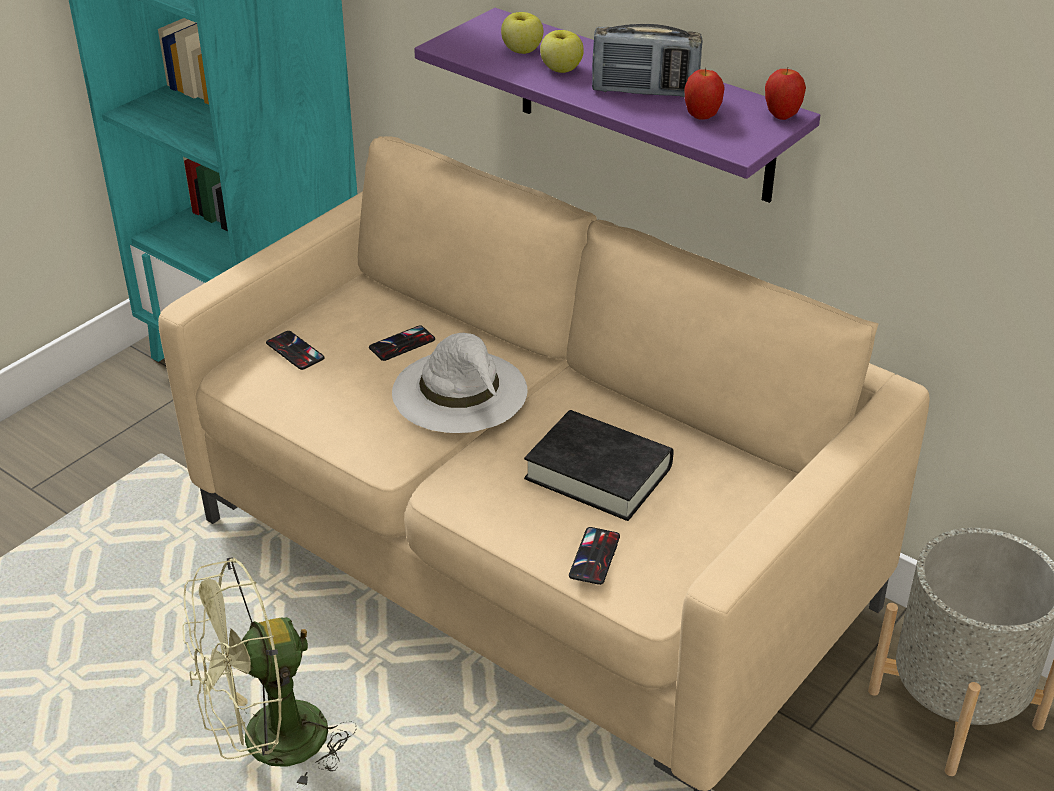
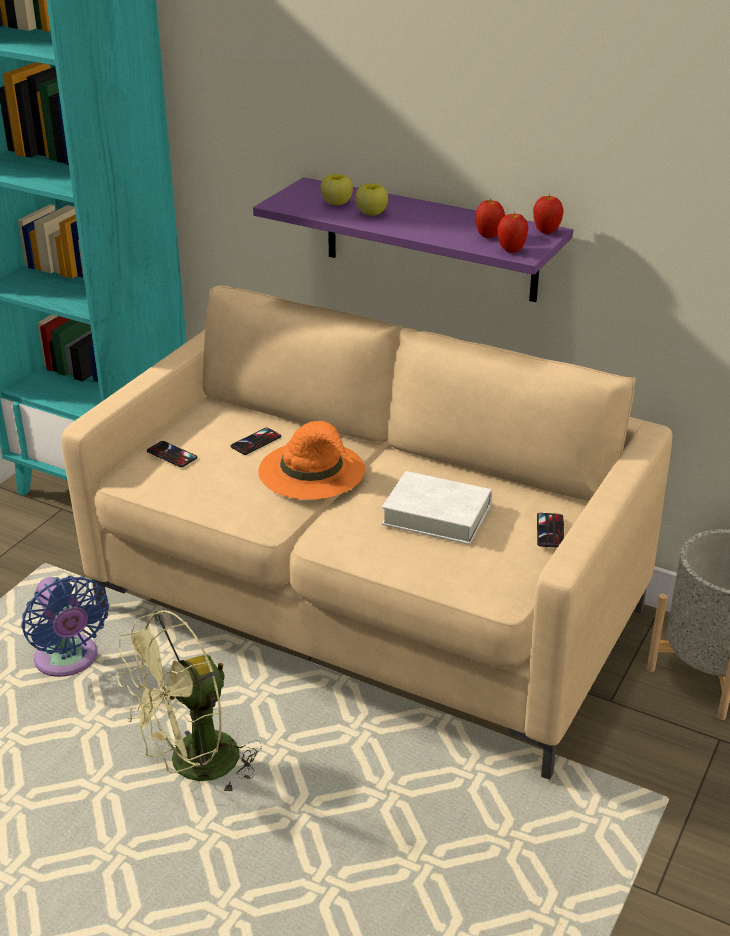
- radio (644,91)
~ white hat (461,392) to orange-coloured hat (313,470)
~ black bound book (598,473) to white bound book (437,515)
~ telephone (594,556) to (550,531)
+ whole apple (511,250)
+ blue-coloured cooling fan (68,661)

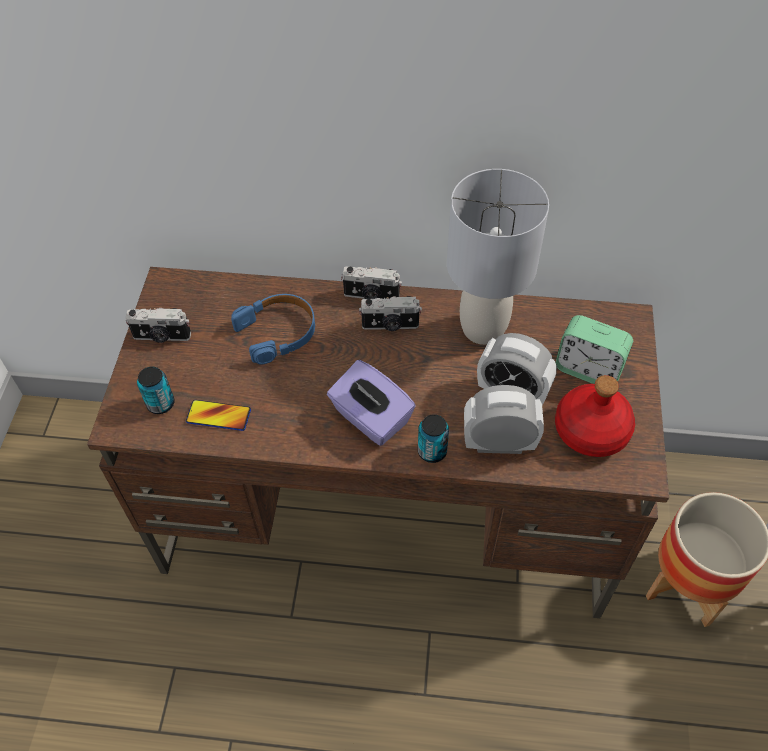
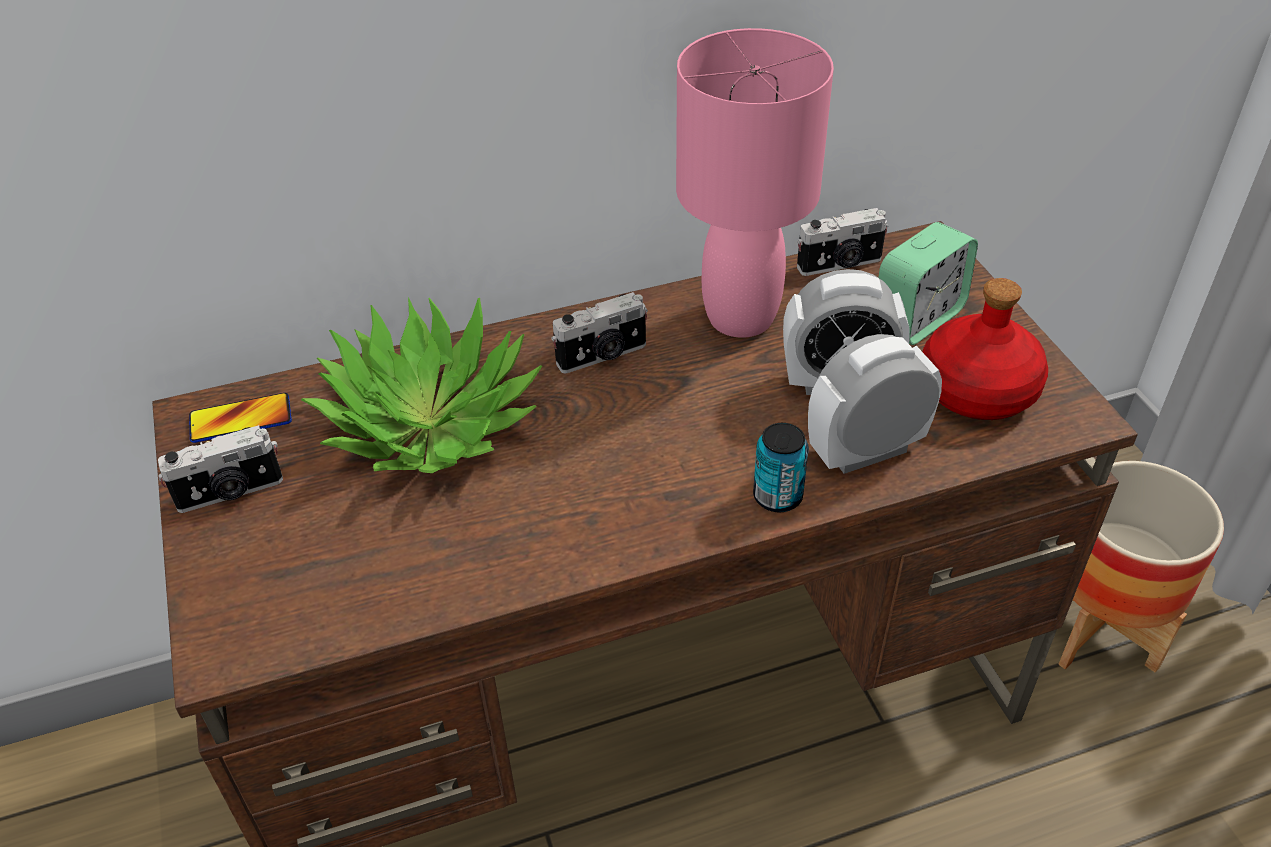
~ gray lamp for a table (483,328) to pink-coloured lamp for a table (741,316)
~ still camera (371,296) to (840,265)
~ blue-coloured headphones (278,332) to plant in a pot (430,421)
~ alarm clock (588,369) = (918,319) 45 degrees counterclockwise
- purplish tissue box (370,418)
- sealed can (160,404)
~ telephone (218,416) to (241,419)

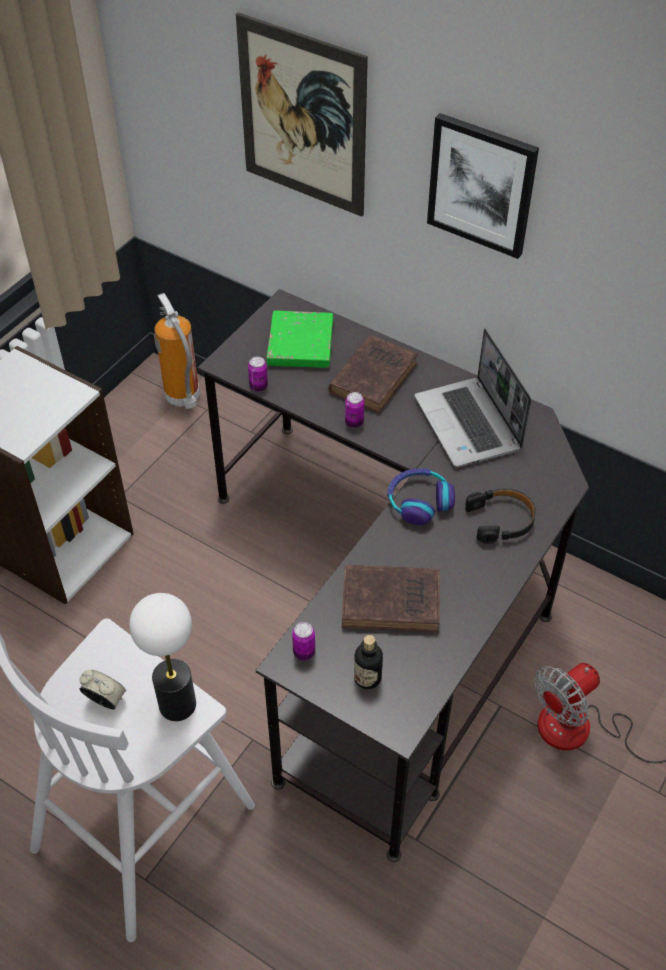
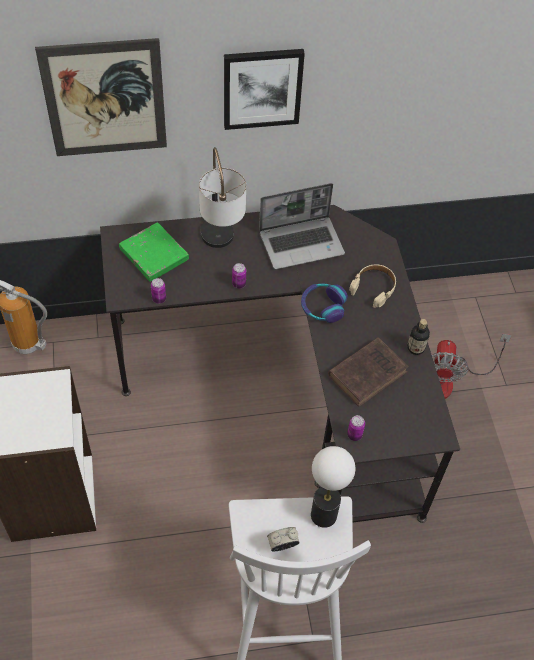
~ laptop (469,424) = (302,243) 45 degrees counterclockwise
~ brownish bound book (374,376) to lamp for a table (220,247)
~ black headphones (501,520) to beige headphones (374,288)
~ bottle (367,678) to (415,348)

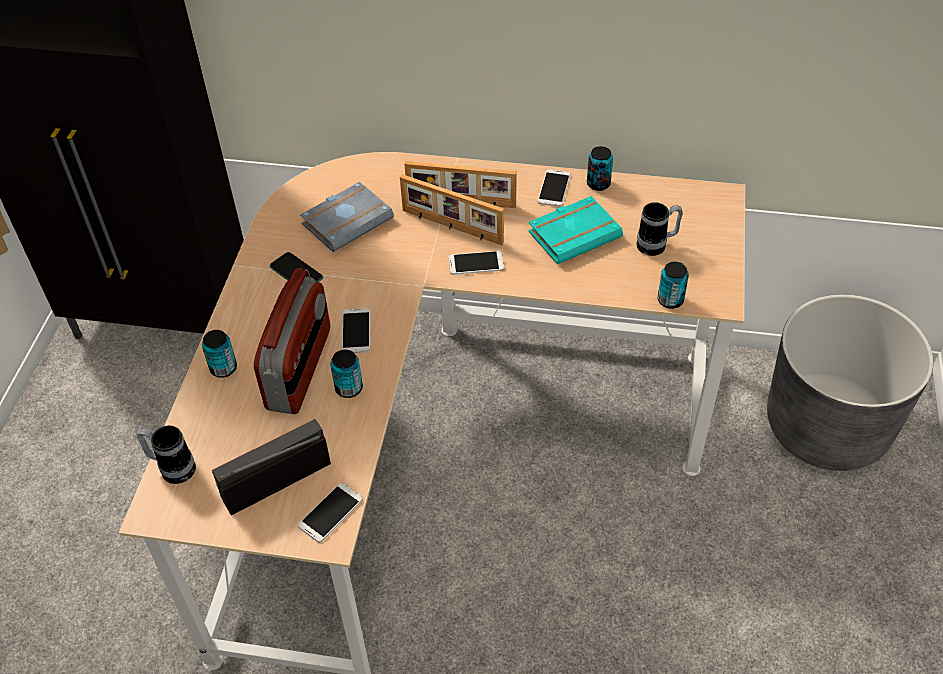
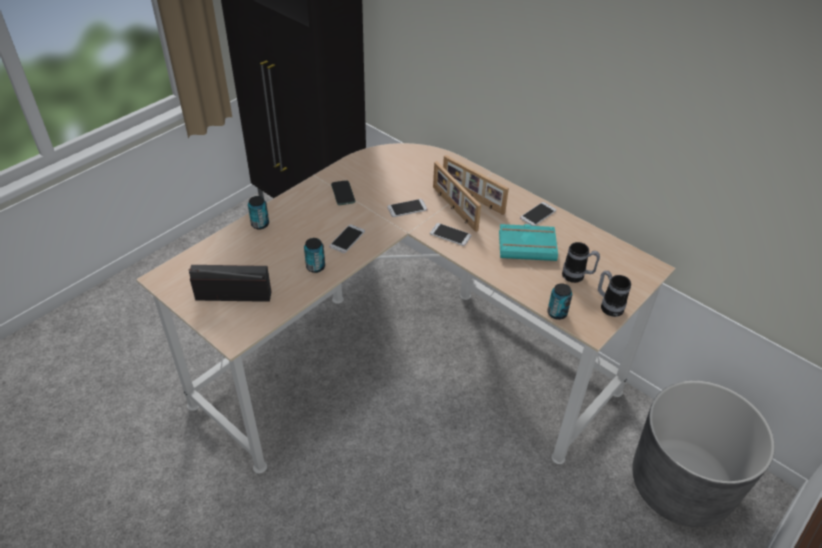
- sealed can (598,184)
- gray bound book (347,220)
- radio (300,369)
~ mug (172,468) to (608,306)
~ telephone (331,512) to (407,208)

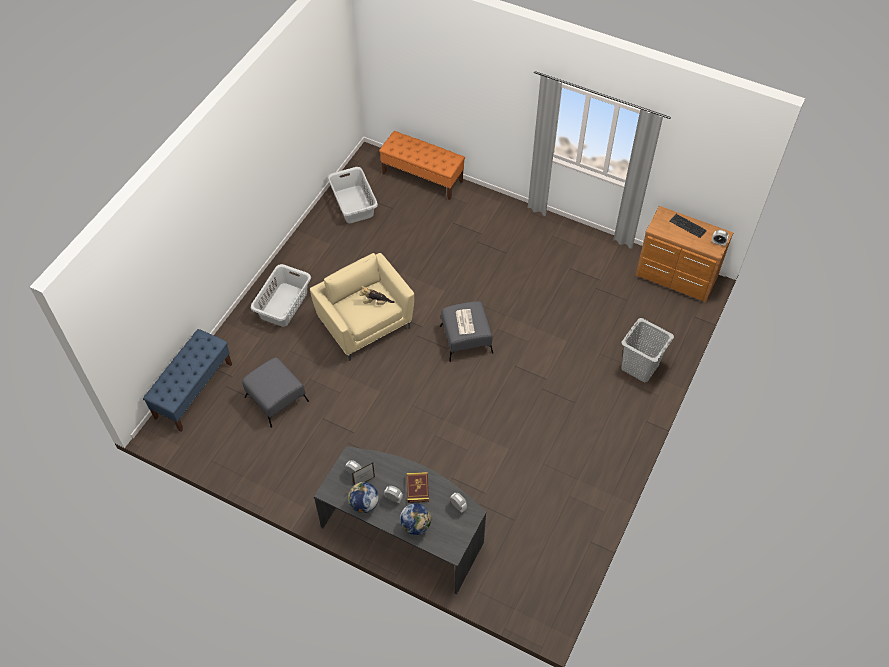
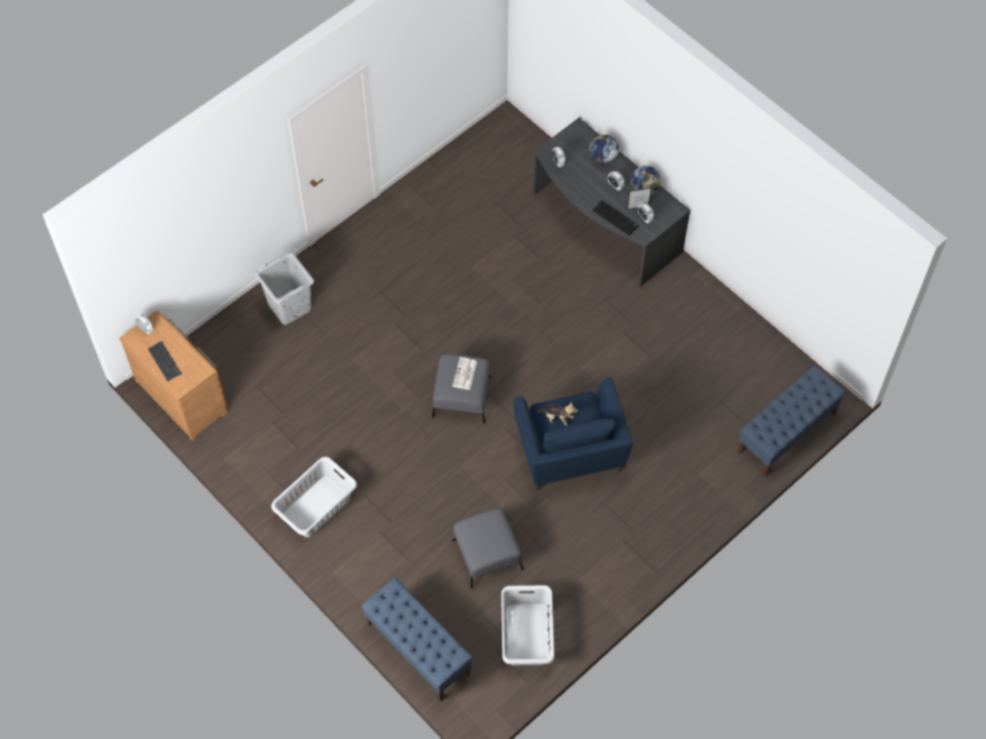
~ orange-coloured indoor bench (422,177) to blue-coloured indoor bench (418,649)
~ beige easy chair (365,324) to blue-coloured easy chair (570,453)
~ gray hamper (284,304) to (316,507)
~ gray footrest (276,398) to (487,555)
- bound book (417,488)
+ keyboard (616,218)

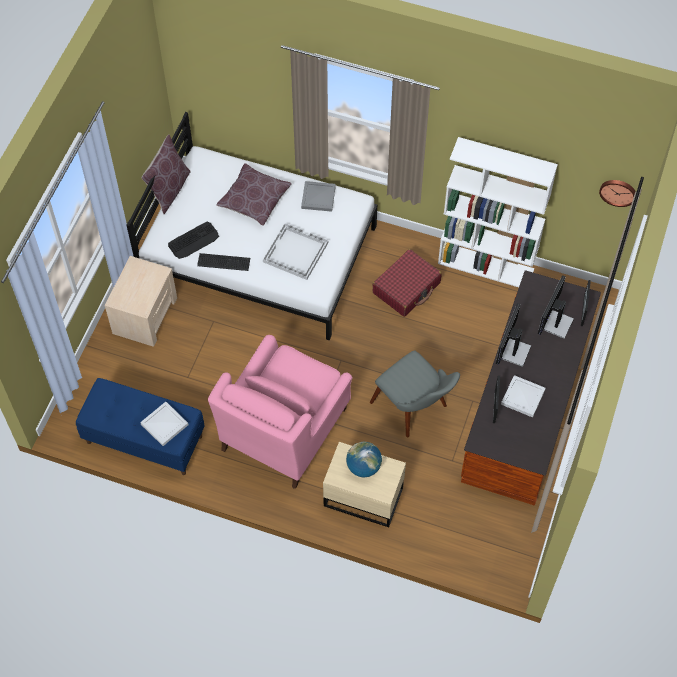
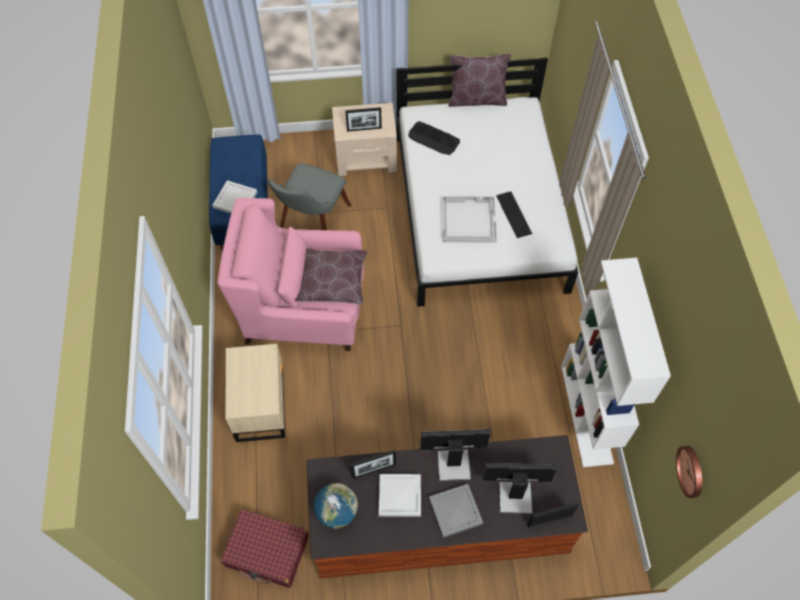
~ brownish pillow (254,200) to (332,282)
~ gray carrying tray (317,198) to (454,510)
~ red-coloured piece of luggage (406,288) to (267,551)
~ keyboard (223,261) to (514,213)
~ gray chair (415,409) to (311,222)
~ globe (363,467) to (337,511)
+ picture frame (364,129)

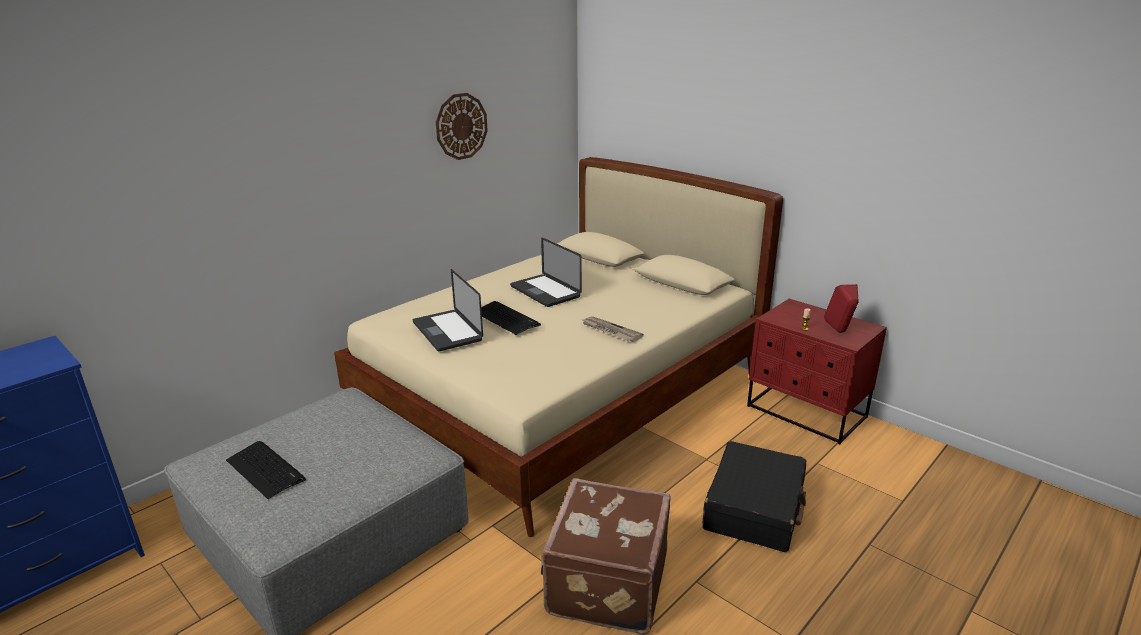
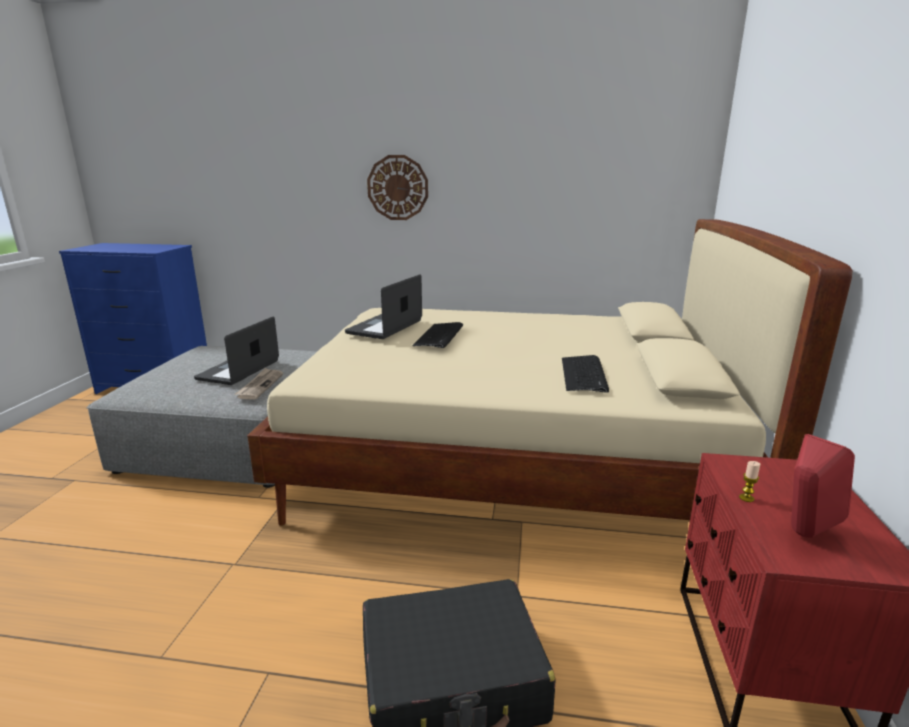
~ hanging clock (461,126) to (397,188)
~ laptop (545,291) to (239,370)
~ printed paper (610,331) to (260,385)
~ keyboard (265,470) to (584,375)
- brownish piece of luggage (605,583)

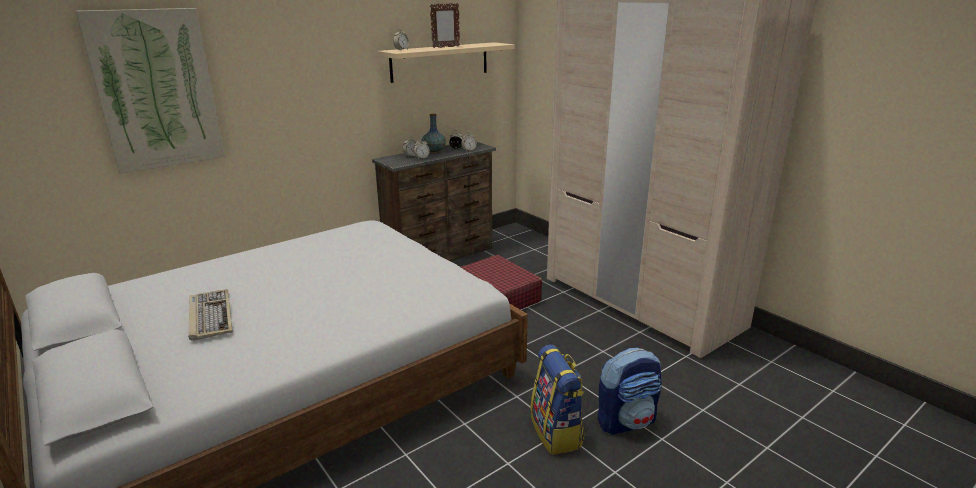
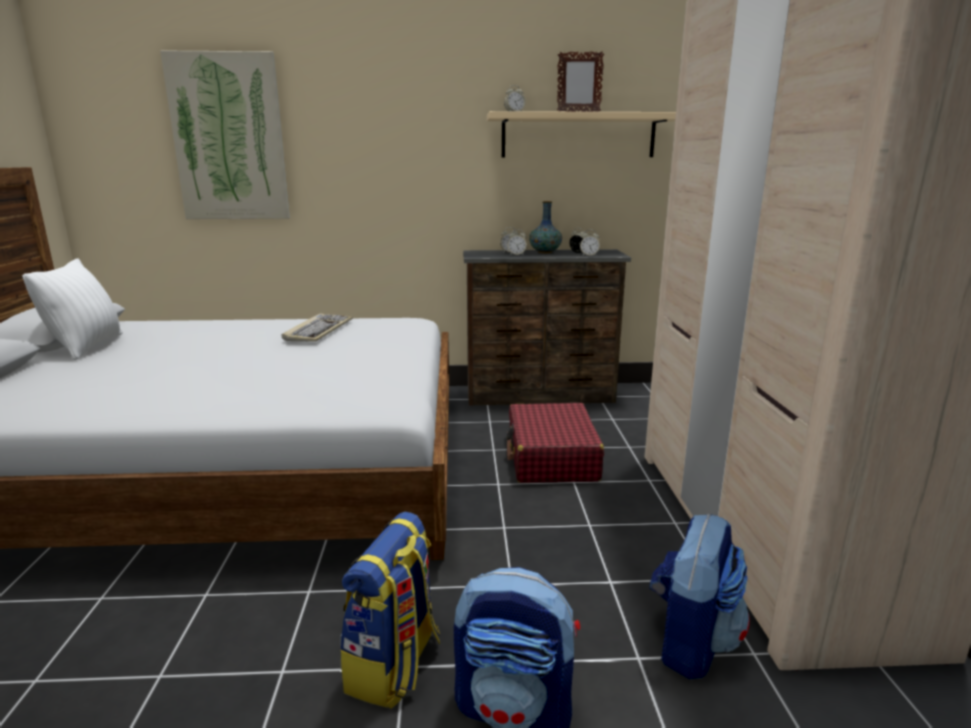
~ keyboard (210,316) to (318,330)
+ white pillow (87,347)
+ knapsack (690,642)

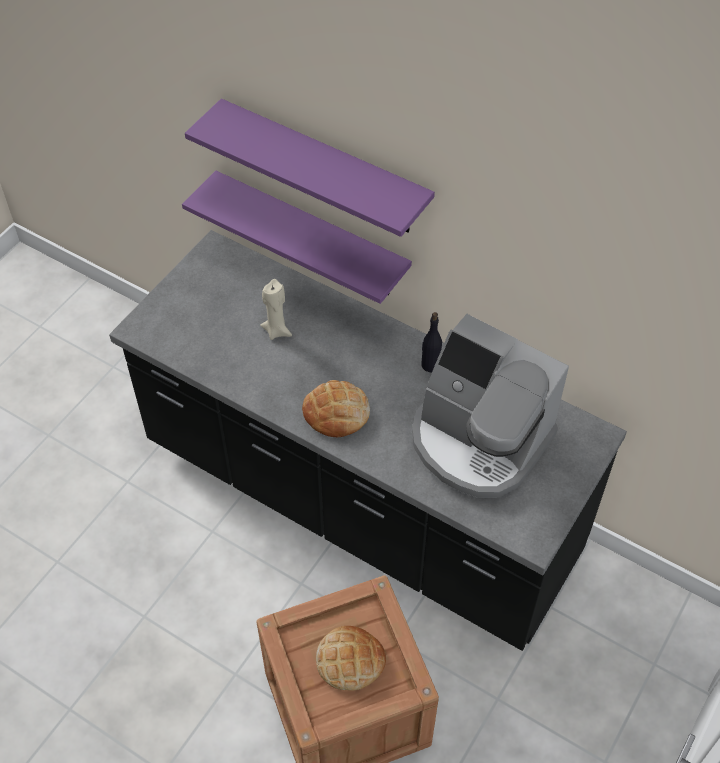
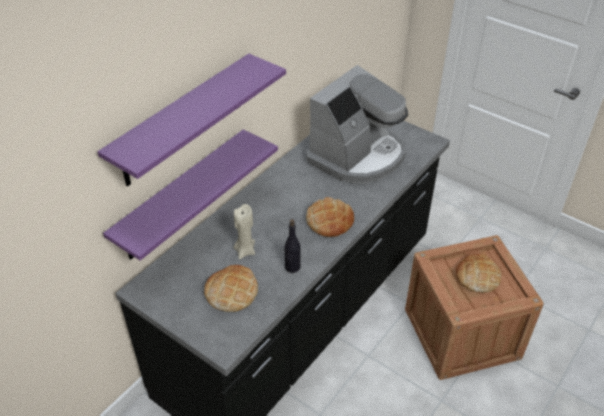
~ black bottle (430,365) to (292,267)
+ bakery bread (232,292)

